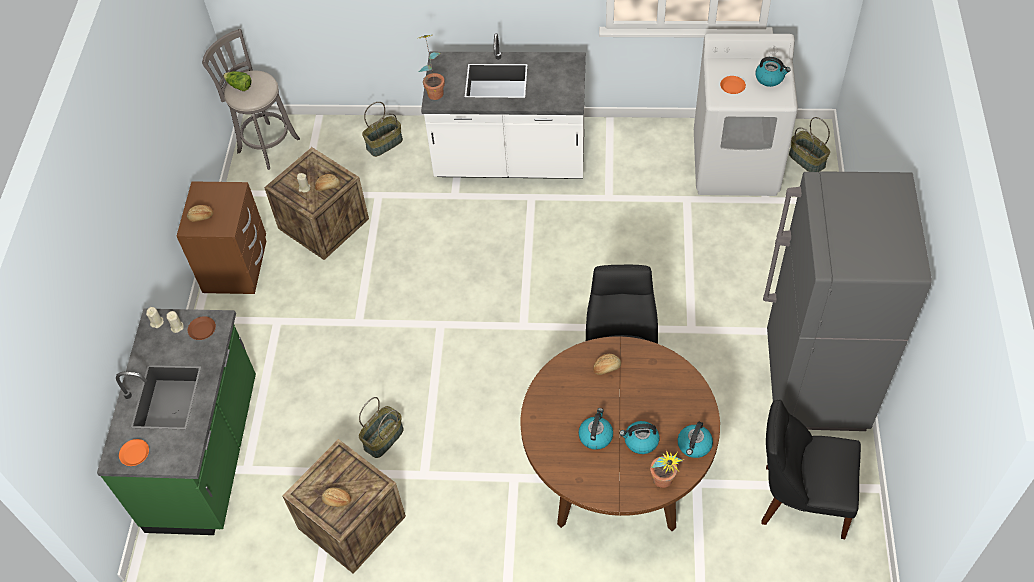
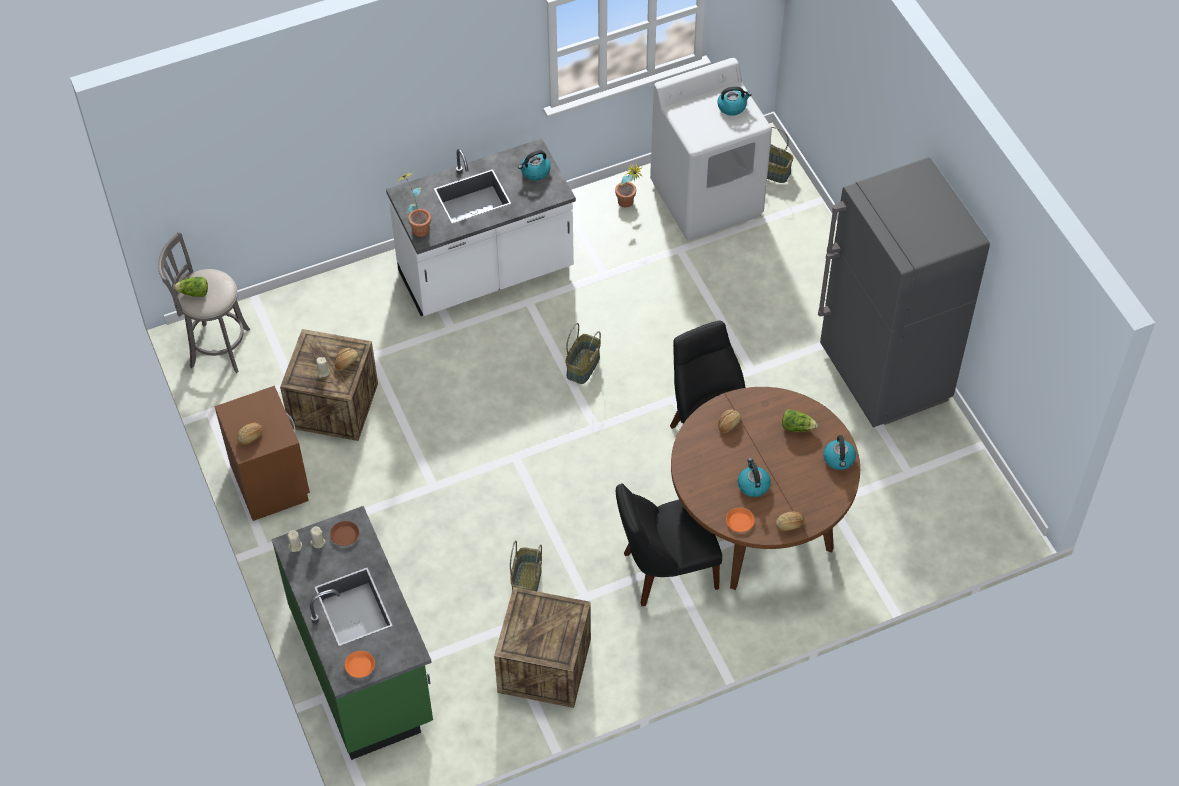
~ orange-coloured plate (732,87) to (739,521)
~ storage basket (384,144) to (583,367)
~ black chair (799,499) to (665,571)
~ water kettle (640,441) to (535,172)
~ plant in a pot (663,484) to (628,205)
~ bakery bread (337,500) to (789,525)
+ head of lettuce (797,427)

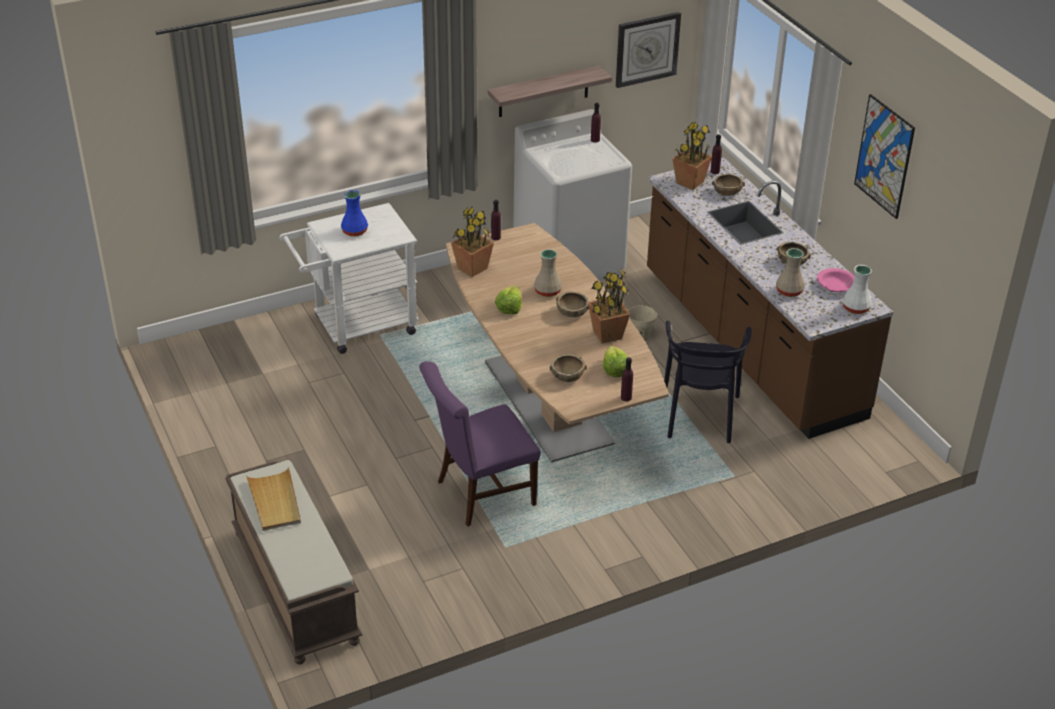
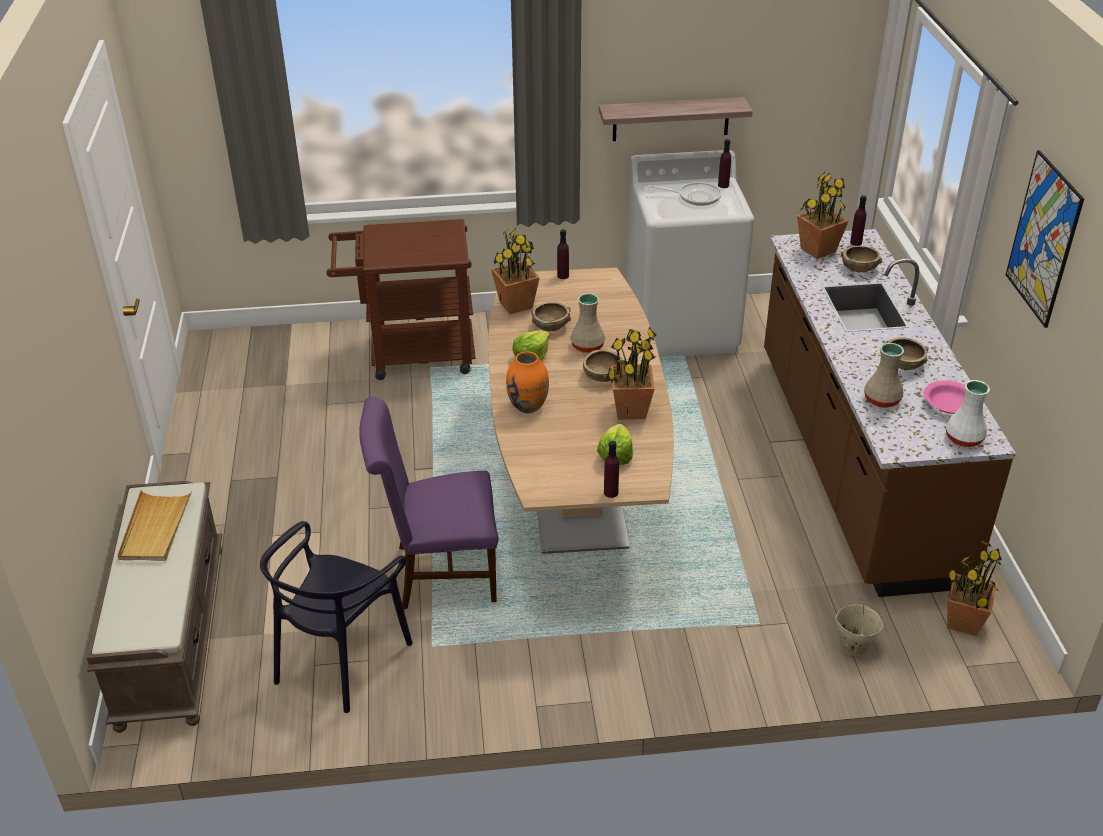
- hanging clock (647,49)
- blue-coloured vase (354,231)
~ white trolley (356,327) to brownish trolley (411,355)
~ beige pail (640,333) to (854,645)
~ black chair (699,415) to (341,659)
~ brownish bowl (568,376) to (551,326)
+ skillet (695,197)
+ orange-coloured vase (528,406)
+ plant in a pot (963,622)

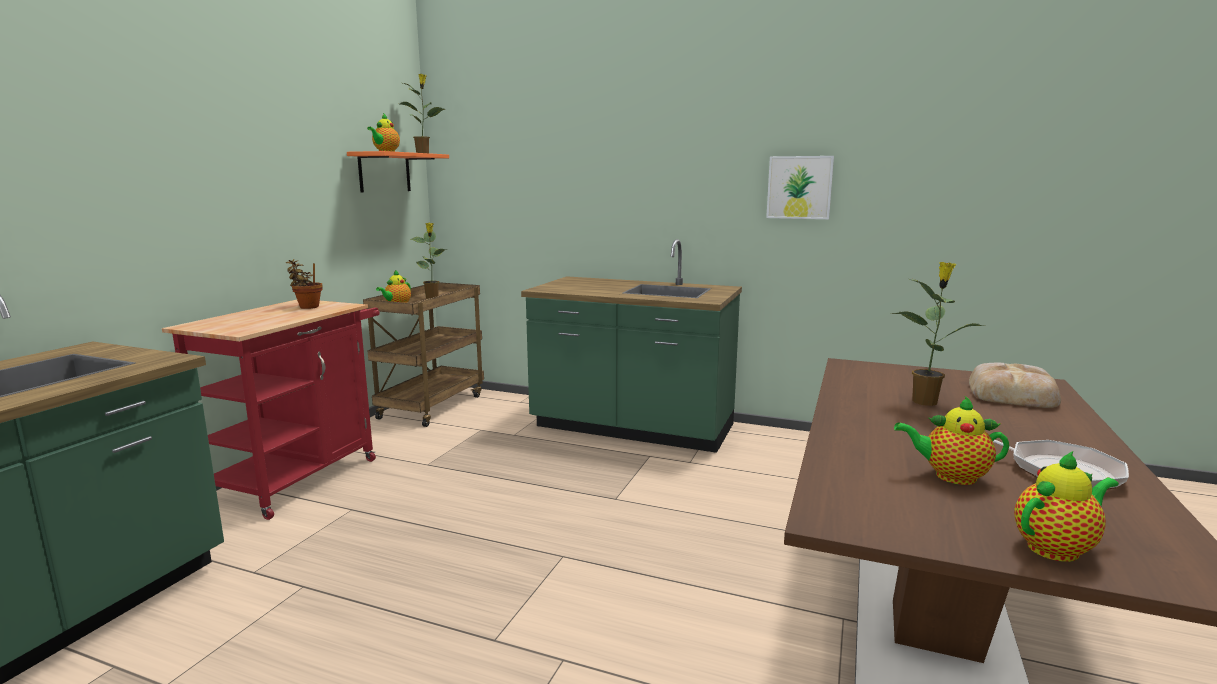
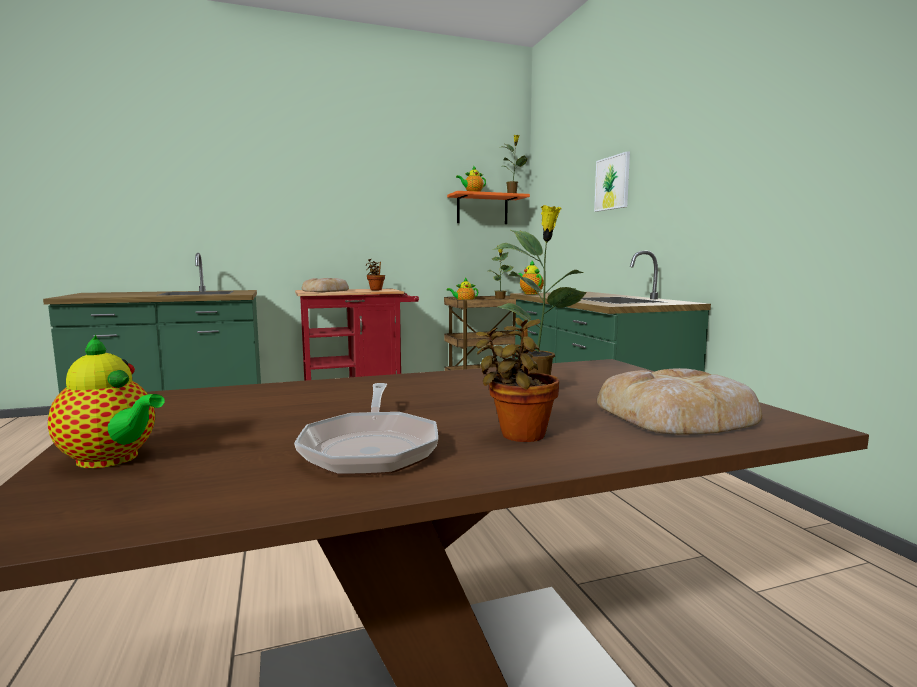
~ picture (799,187) to (612,183)
~ pot for tea (950,476) to (530,293)
+ bakery bread (326,291)
+ plant in a pot (518,436)

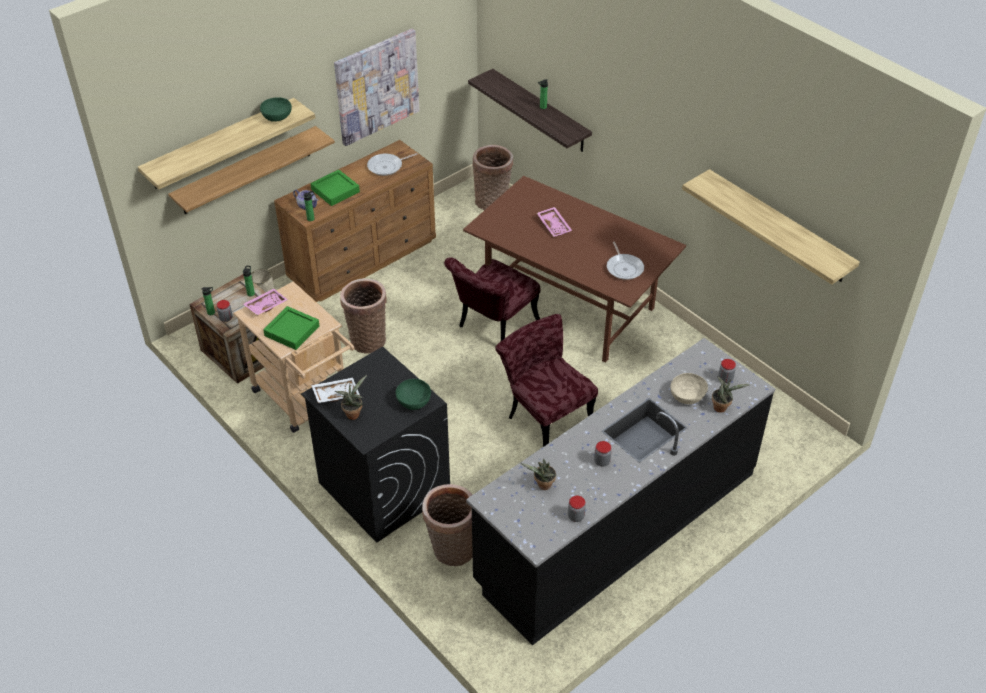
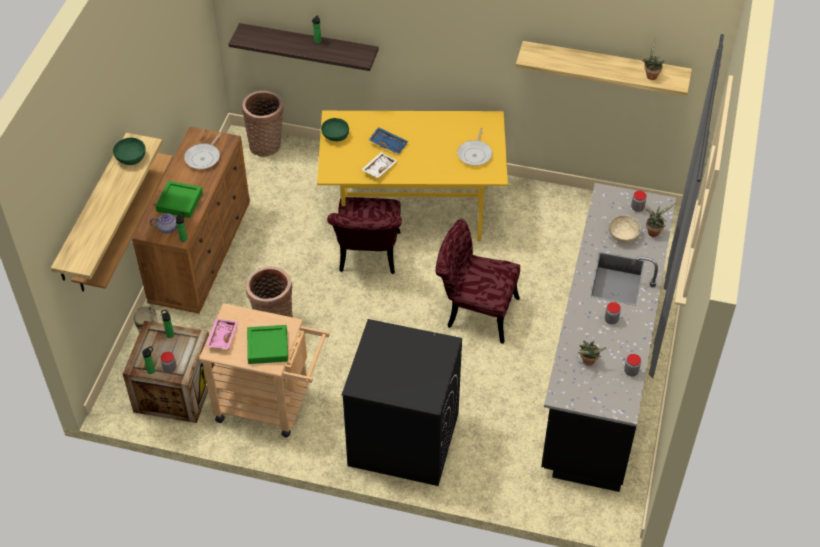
- picture (376,86)
~ brownish dinner table (571,306) to yellowish dinner table (413,207)
~ pink-coloured carrying tray (554,225) to blue-coloured carrying tray (389,144)
~ skillet (624,268) = (475,154) 60 degrees clockwise
~ plant in a pot (353,413) to (650,75)
~ white carrying tray (335,394) to (379,168)
~ green-coloured bowl (413,401) to (335,136)
- storage basket (451,550)

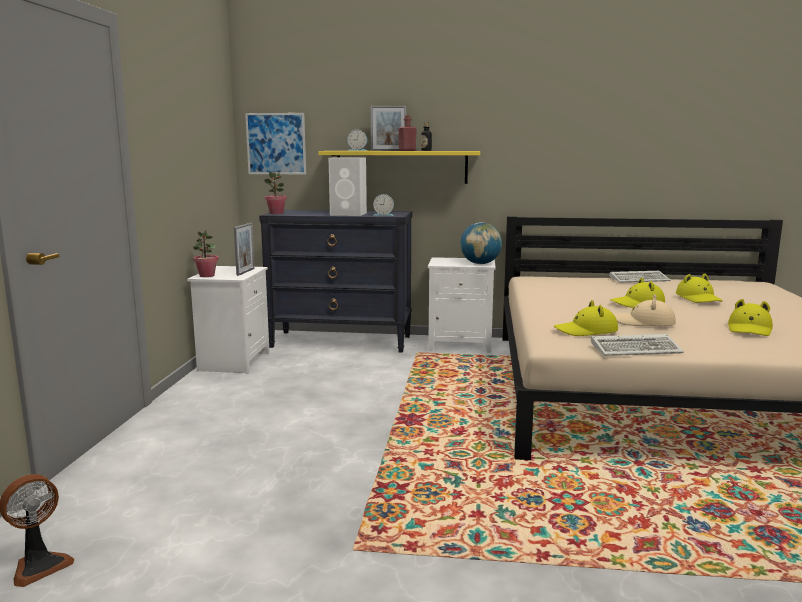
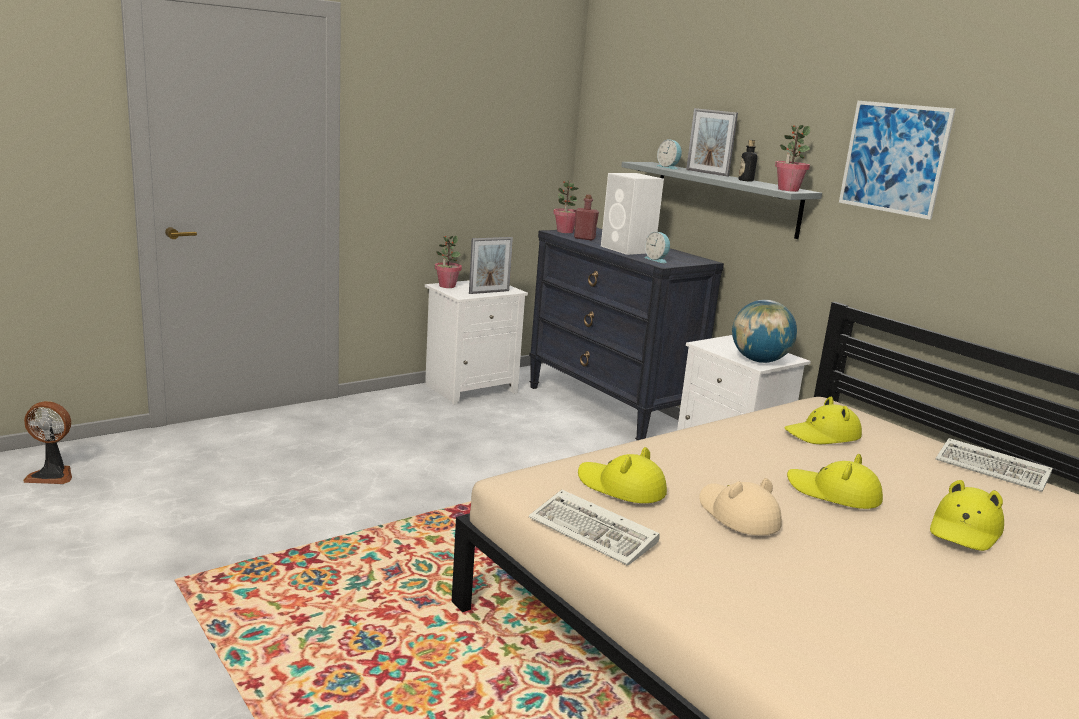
~ picture (276,143) to (894,158)
~ red-coloured bottle (407,150) to (584,238)
~ yellowish wall shelf (401,167) to gray wall shelf (725,198)
~ yellowish hat (750,329) to (822,435)
+ plant in a pot (788,190)

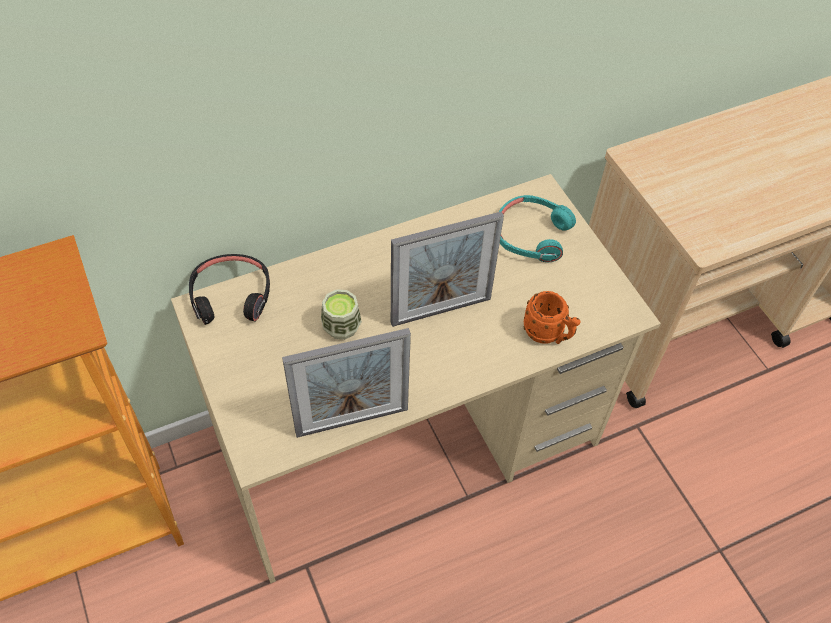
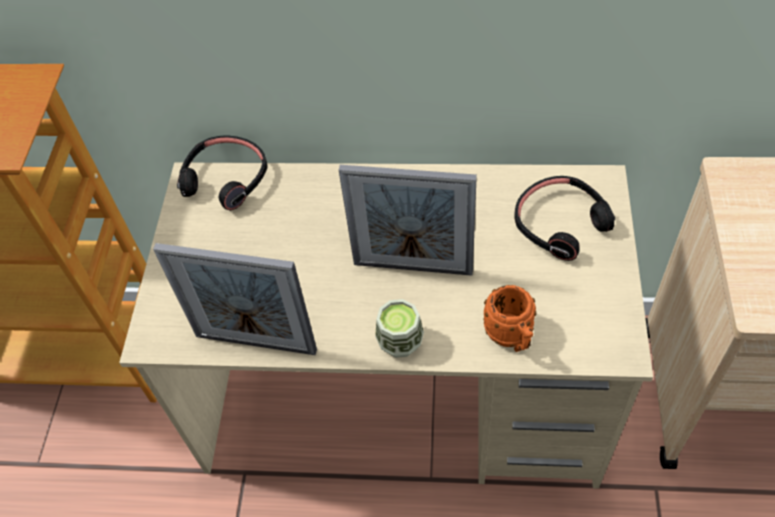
~ turquoise headphones (531,235) to black headphones (560,223)
~ drinking cup (341,327) to (400,341)

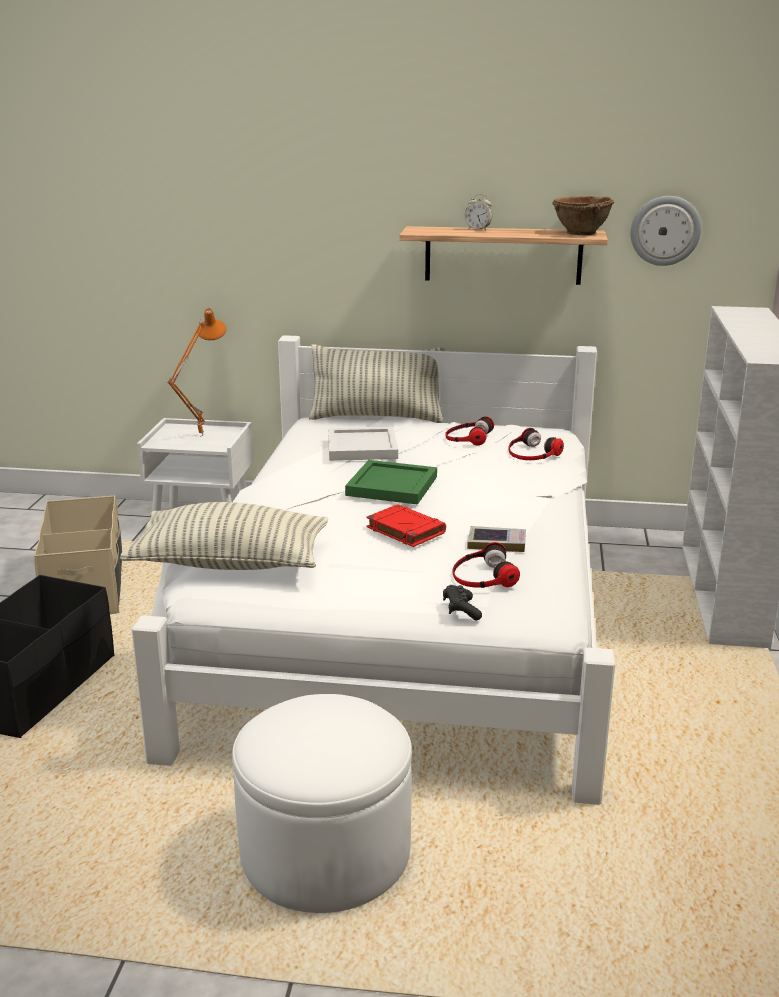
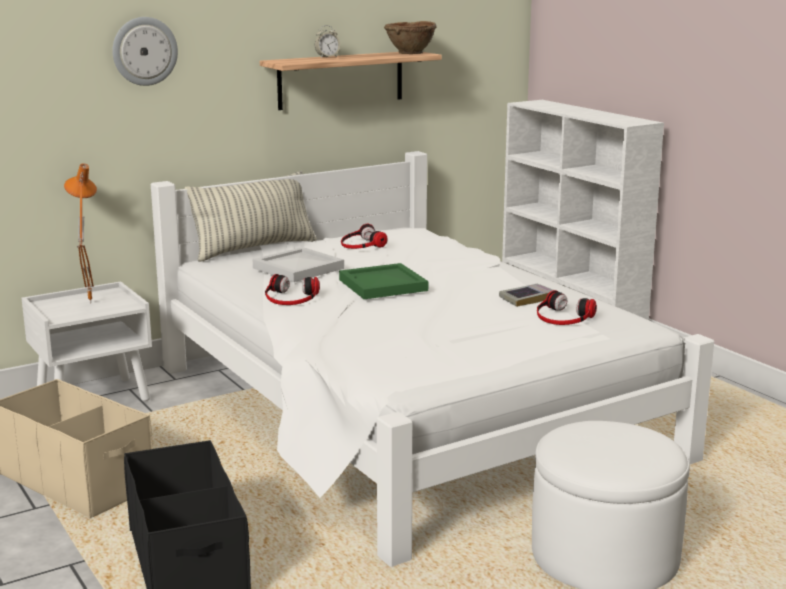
~ hanging clock (665,230) to (144,51)
~ headphones (532,453) to (291,297)
- pillow (230,563)
- red-coloured bound book (404,530)
- black gamepad (461,610)

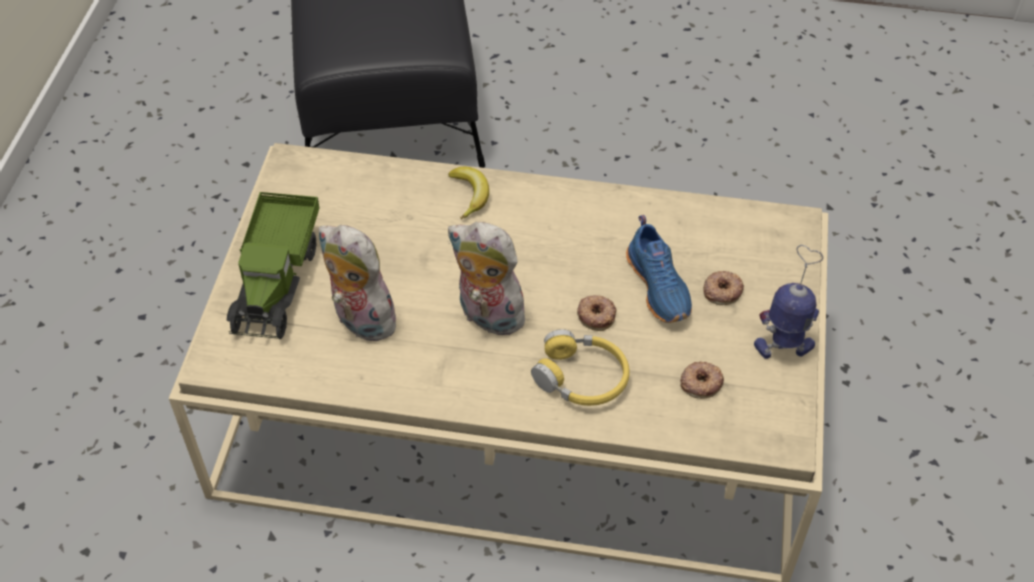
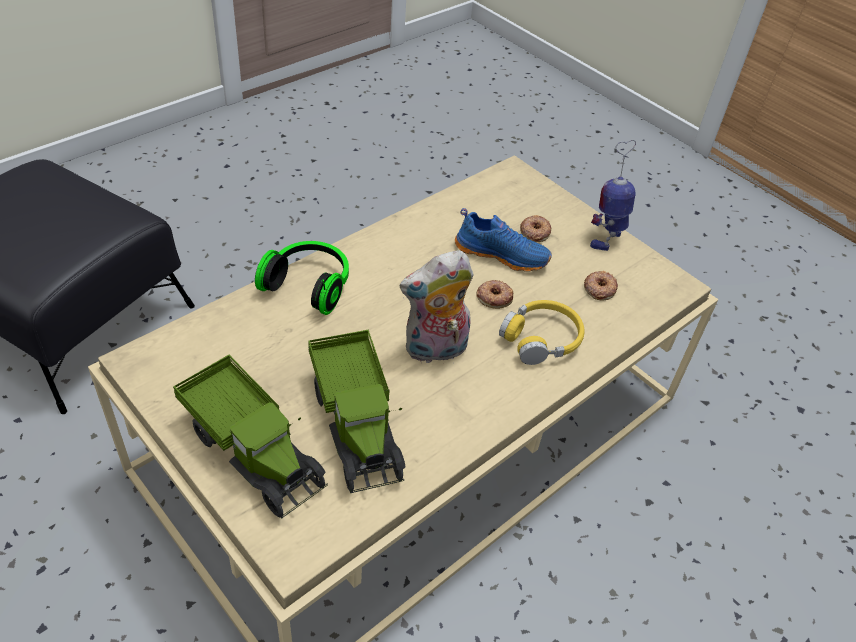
~ whole banana (470,194) to headphones (309,285)
~ plush toy (360,320) to toy truck (357,424)

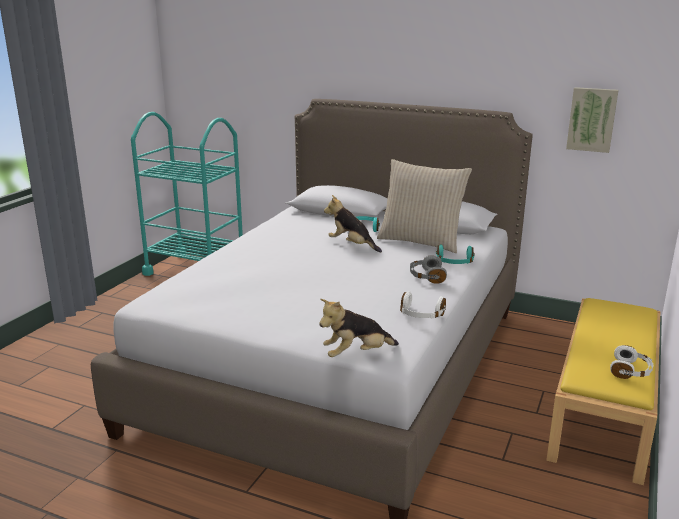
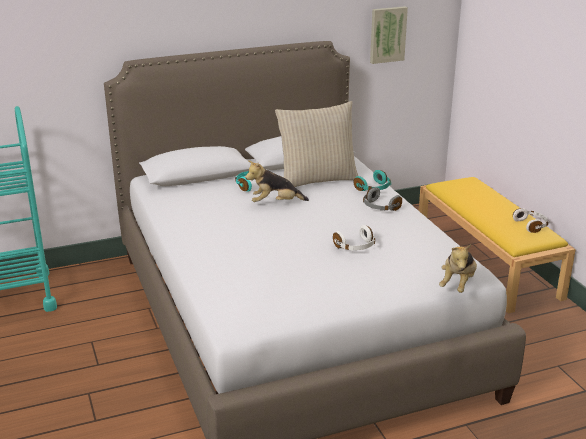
~ white headphones (421,315) to (355,247)

